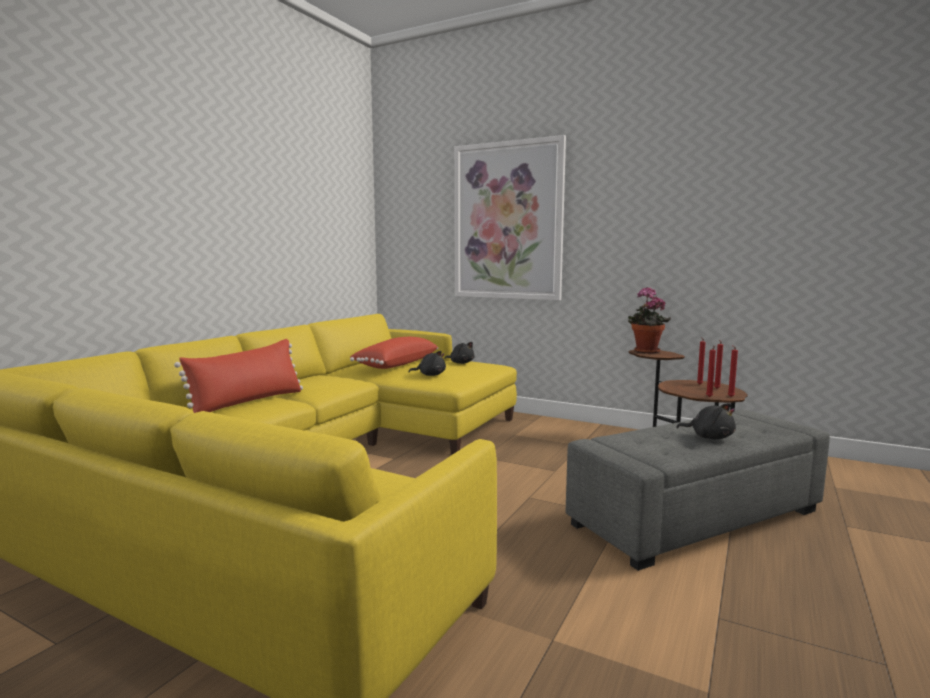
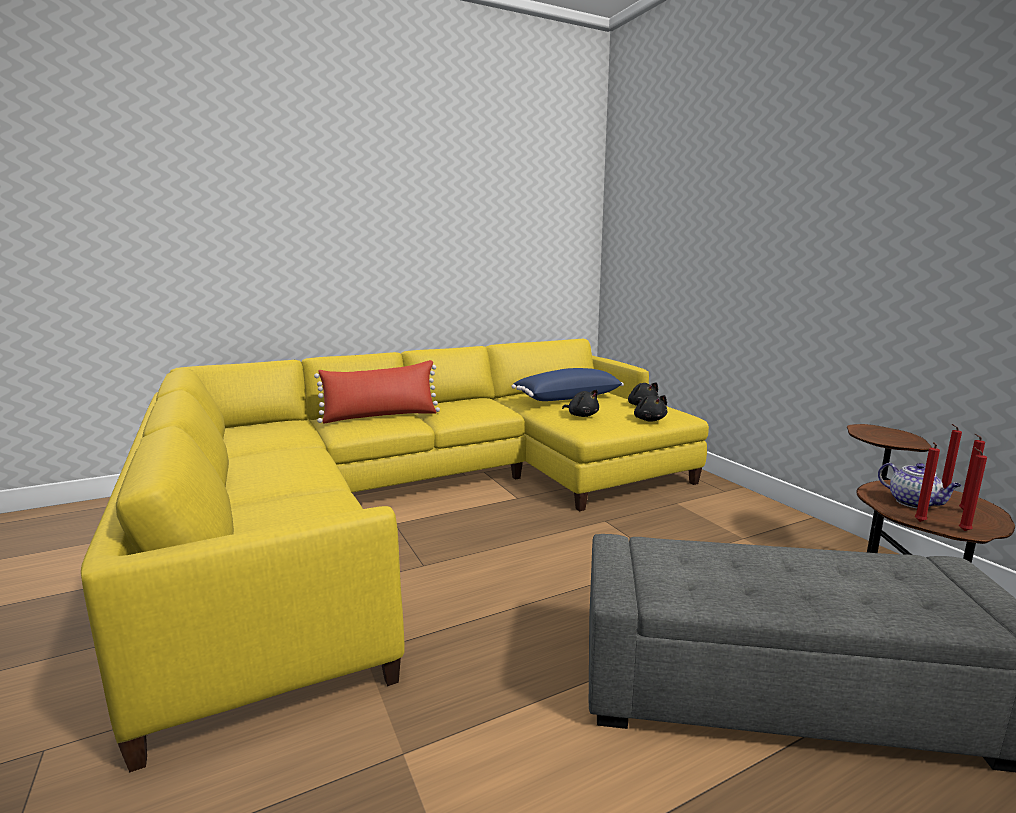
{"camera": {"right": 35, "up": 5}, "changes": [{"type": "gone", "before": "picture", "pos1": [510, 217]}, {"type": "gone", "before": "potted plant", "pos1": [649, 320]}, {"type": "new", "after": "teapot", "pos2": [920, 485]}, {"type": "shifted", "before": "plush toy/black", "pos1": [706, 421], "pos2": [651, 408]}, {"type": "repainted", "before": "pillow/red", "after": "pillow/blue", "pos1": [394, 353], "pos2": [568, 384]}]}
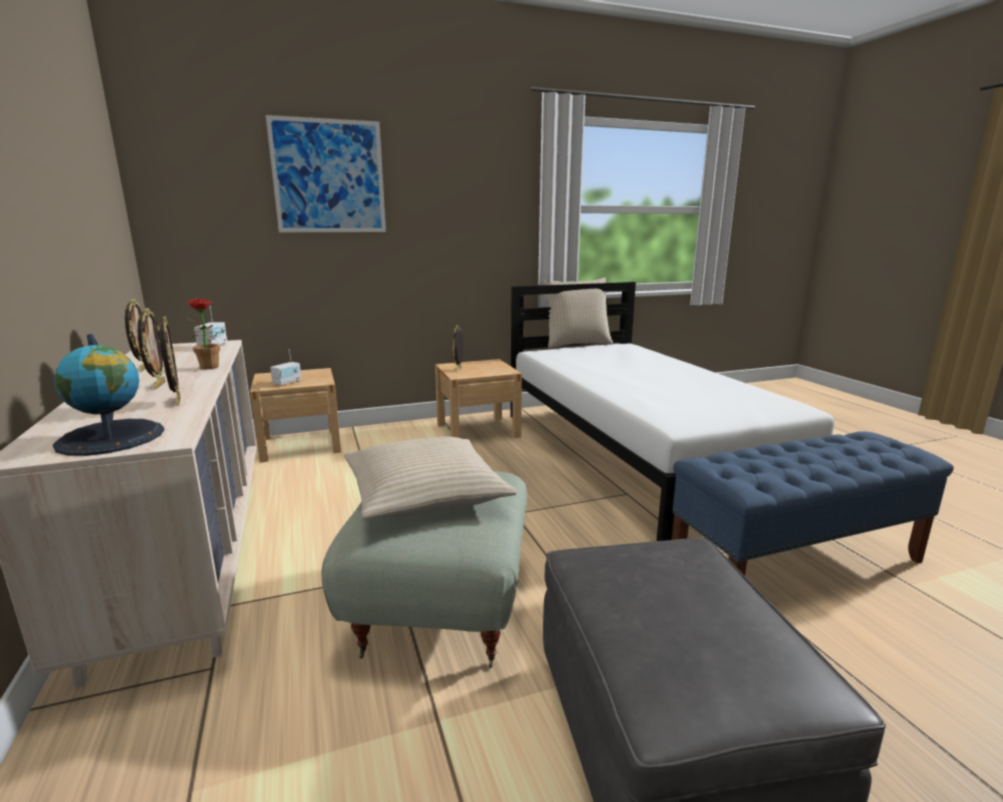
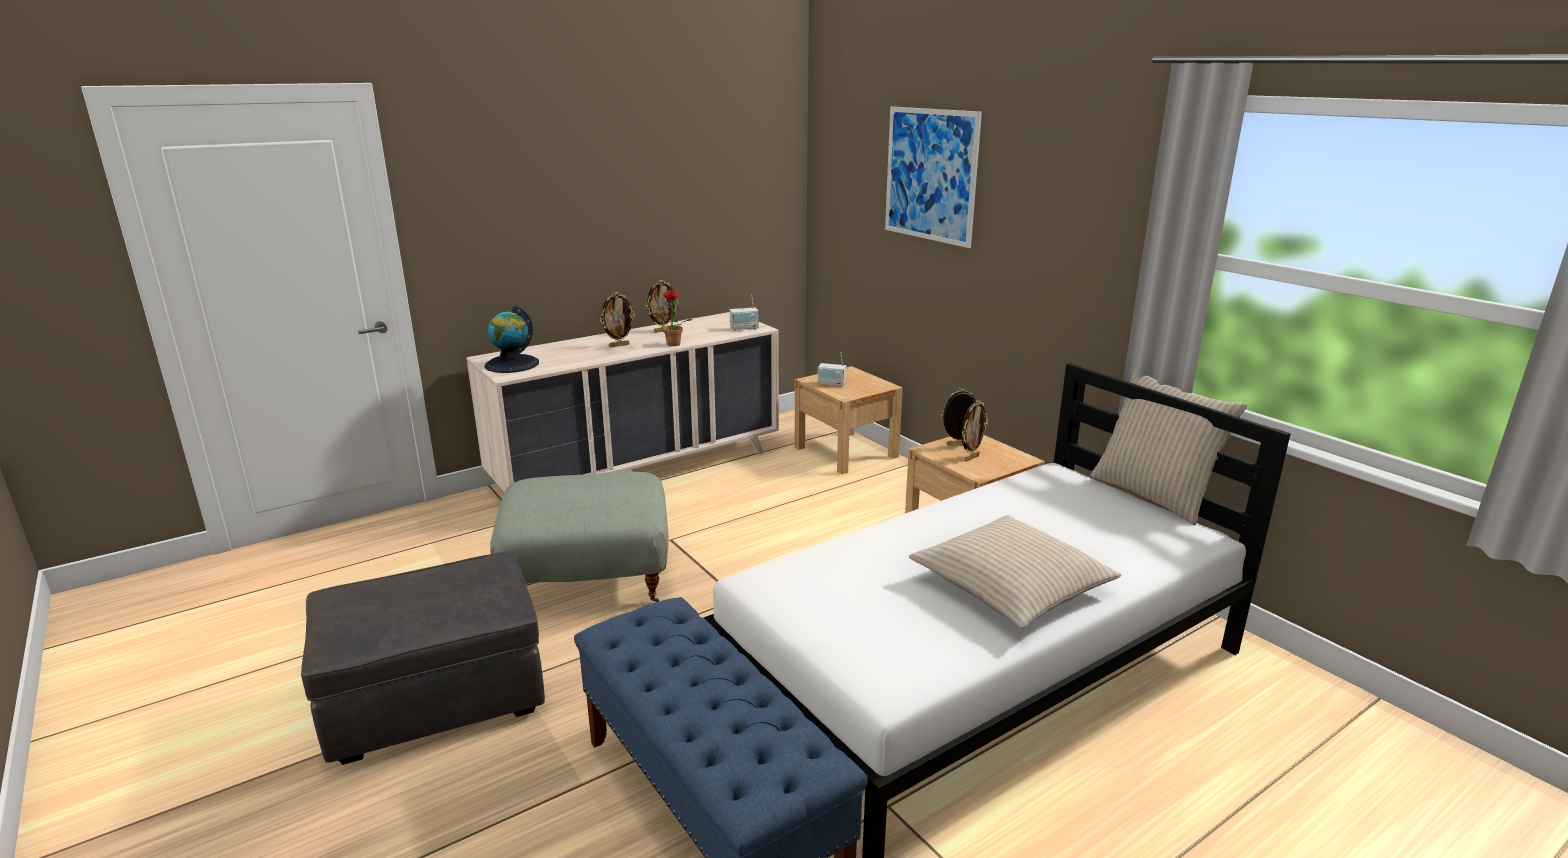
{"camera": {"right": 75, "up": 5}, "changes": [{"type": "shifted", "before": "picture frame", "pos1": [169, 361], "pos2": [975, 431]}, {"type": "shifted", "before": "pillow/beige", "pos1": [430, 477], "pos2": [1015, 572]}]}
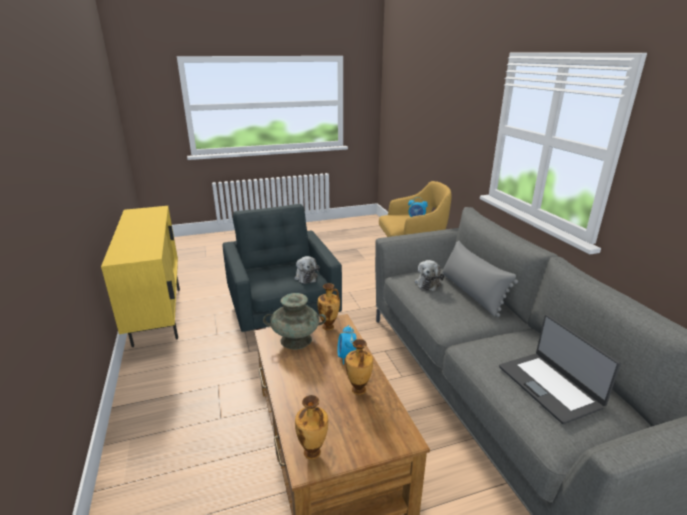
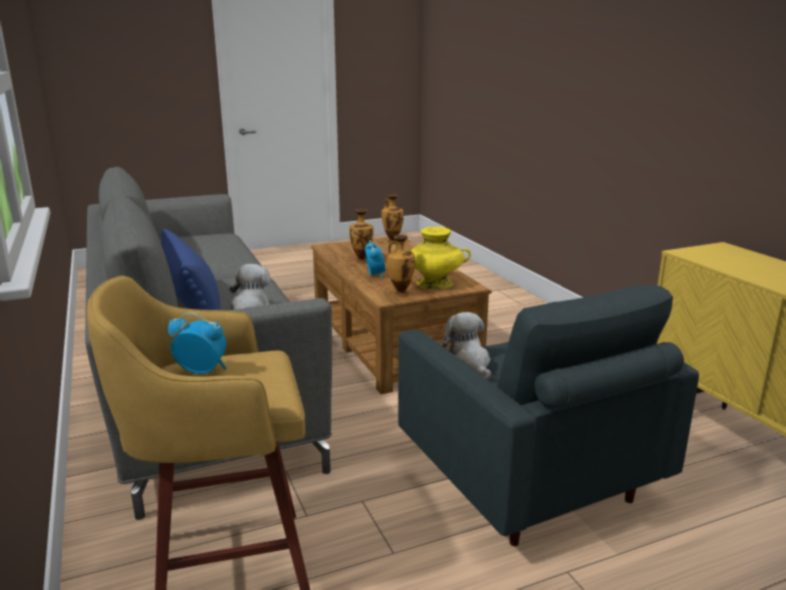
{"camera": {"right": 175, "up": -5}, "changes": [{"type": "gone", "before": "laptop", "pos1": [560, 369]}, {"type": "repainted", "before": "vase/turquoise", "after": "vase/yellow", "pos1": [294, 321], "pos2": [438, 258]}, {"type": "repainted", "before": "pillow/grey", "after": "pillow/blue", "pos1": [480, 278], "pos2": [190, 269]}]}
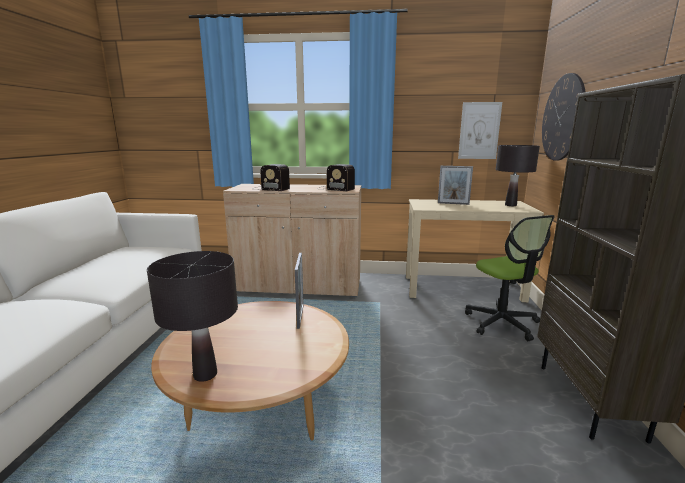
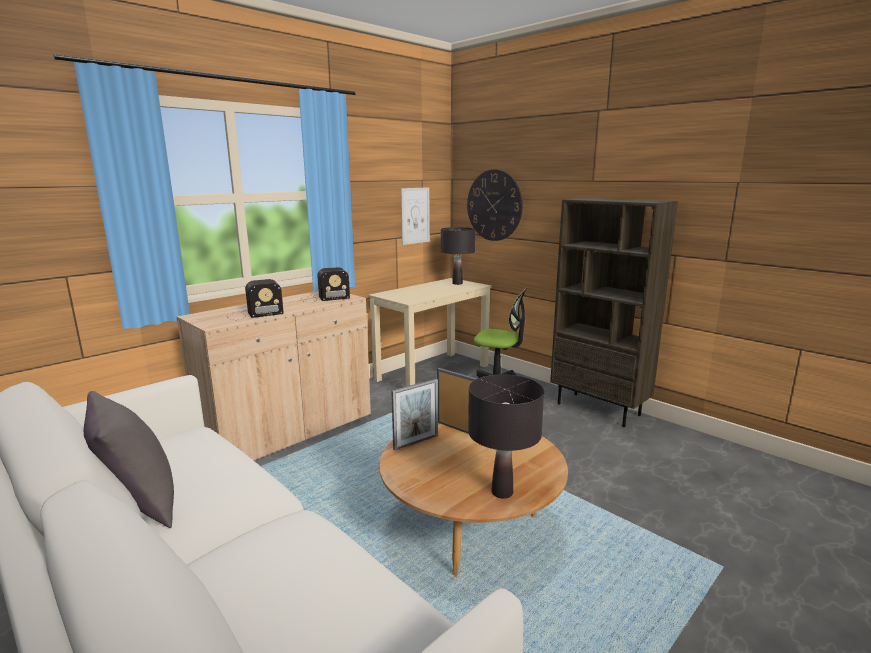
{"camera": {"right": -50, "up": 0}, "changes": [{"type": "new", "after": "pillow/grey", "pos2": [129, 459]}, {"type": "shifted", "before": "picture frame", "pos1": [455, 185], "pos2": [414, 415]}]}
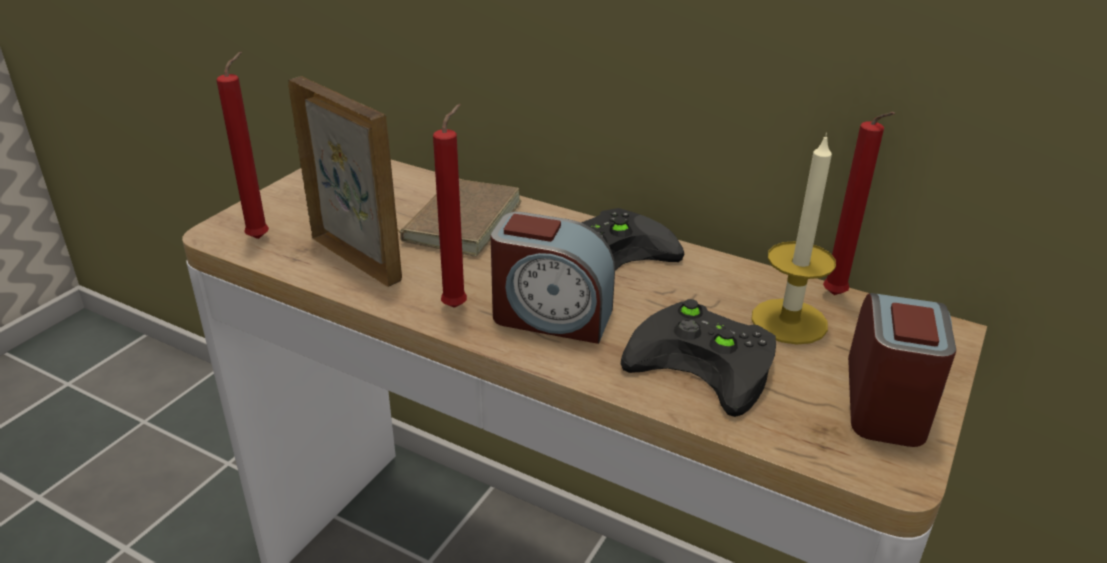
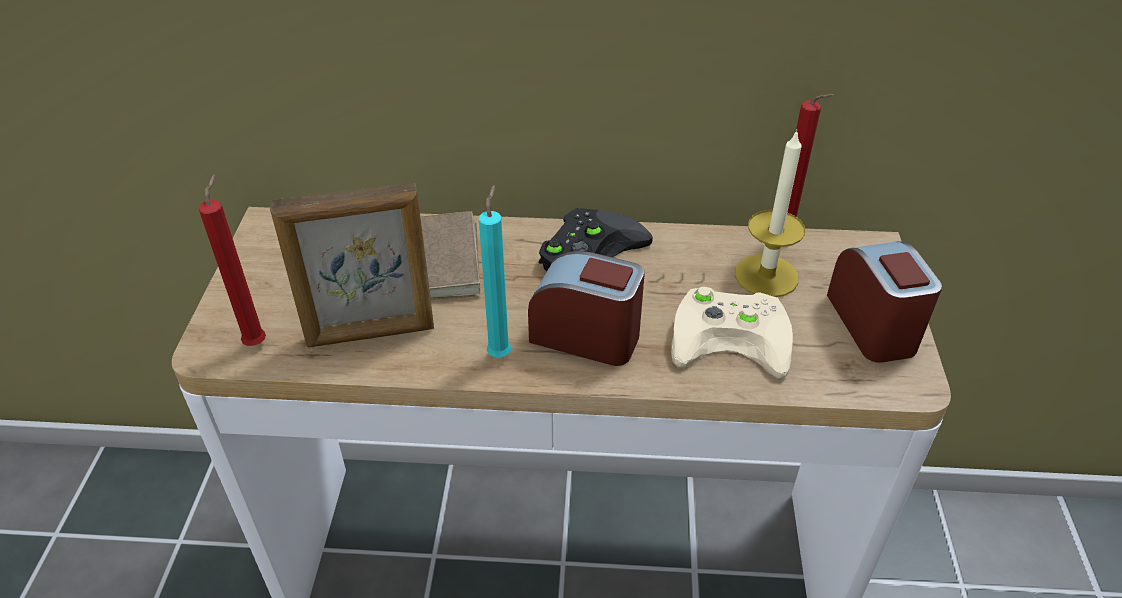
{"camera": {"right": -25, "up": 10}, "changes": [{"type": "repainted", "before": "candle/red", "after": "candle/turquoise", "pos1": [450, 206], "pos2": [495, 271]}, {"type": "repainted", "before": "game controller/black", "after": "game controller/beige", "pos1": [698, 358], "pos2": [732, 333]}, {"type": "rotated", "before": "picture frame", "pos1": [345, 181], "pos2": [352, 265], "turn": 150}, {"type": "rotated", "before": "alarm clock", "pos1": [553, 278], "pos2": [586, 308], "turn": -150}]}
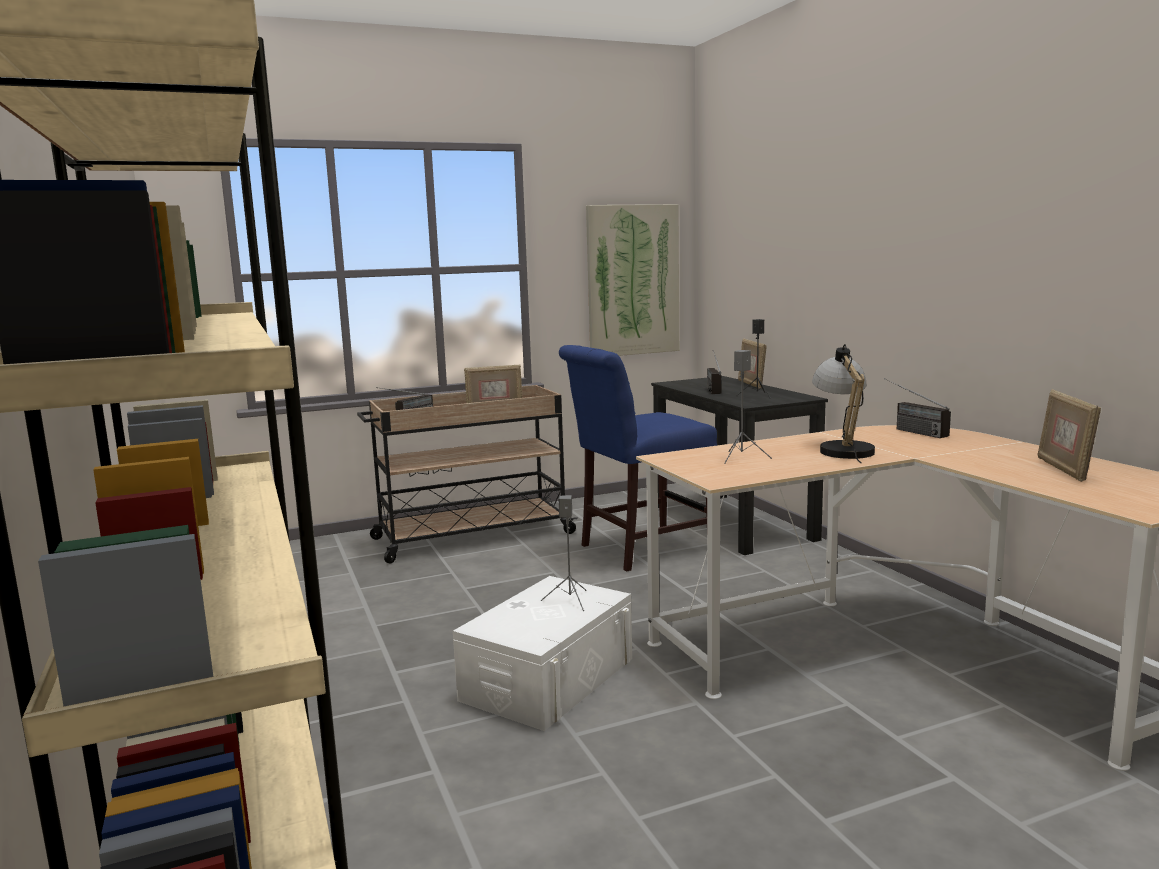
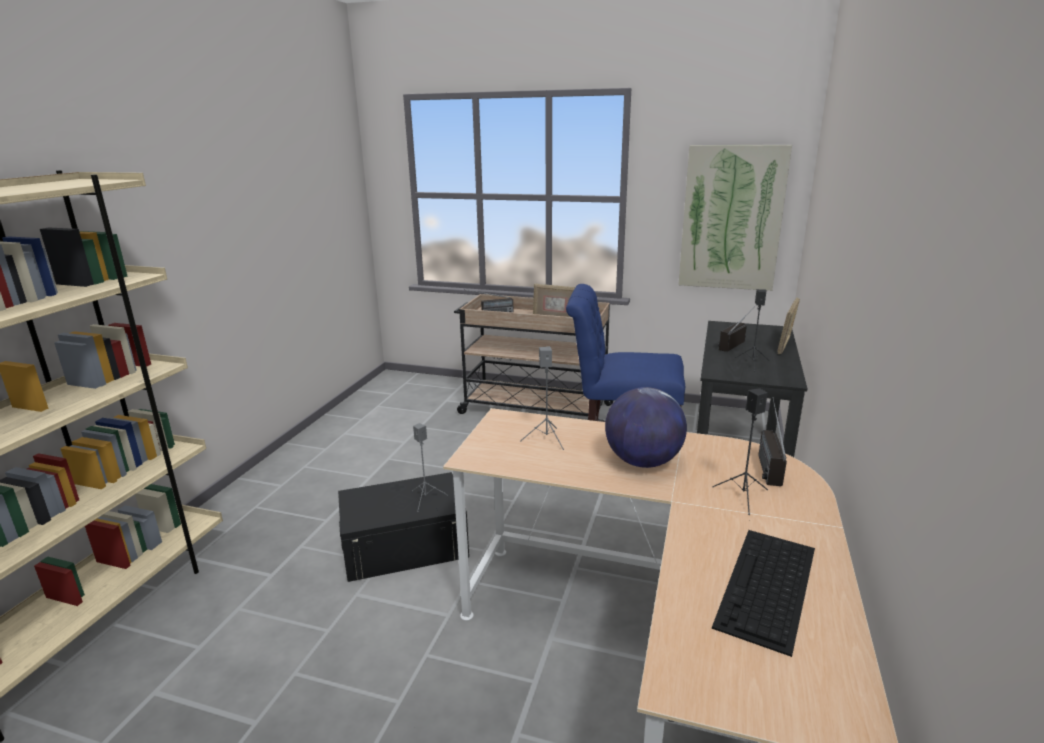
{"camera": {"right": 40, "up": 10}, "changes": [{"type": "new", "after": "speaker/black", "pos2": [740, 451]}, {"type": "swapped", "before": "table lamp", "after": "globe", "pos1": [843, 403], "pos2": [646, 427]}, {"type": "swapped", "before": "picture frame", "after": "keyboard", "pos1": [1069, 435], "pos2": [763, 593]}, {"type": "repainted", "before": "storage box/white", "after": "storage box/black", "pos1": [542, 653], "pos2": [403, 527]}]}
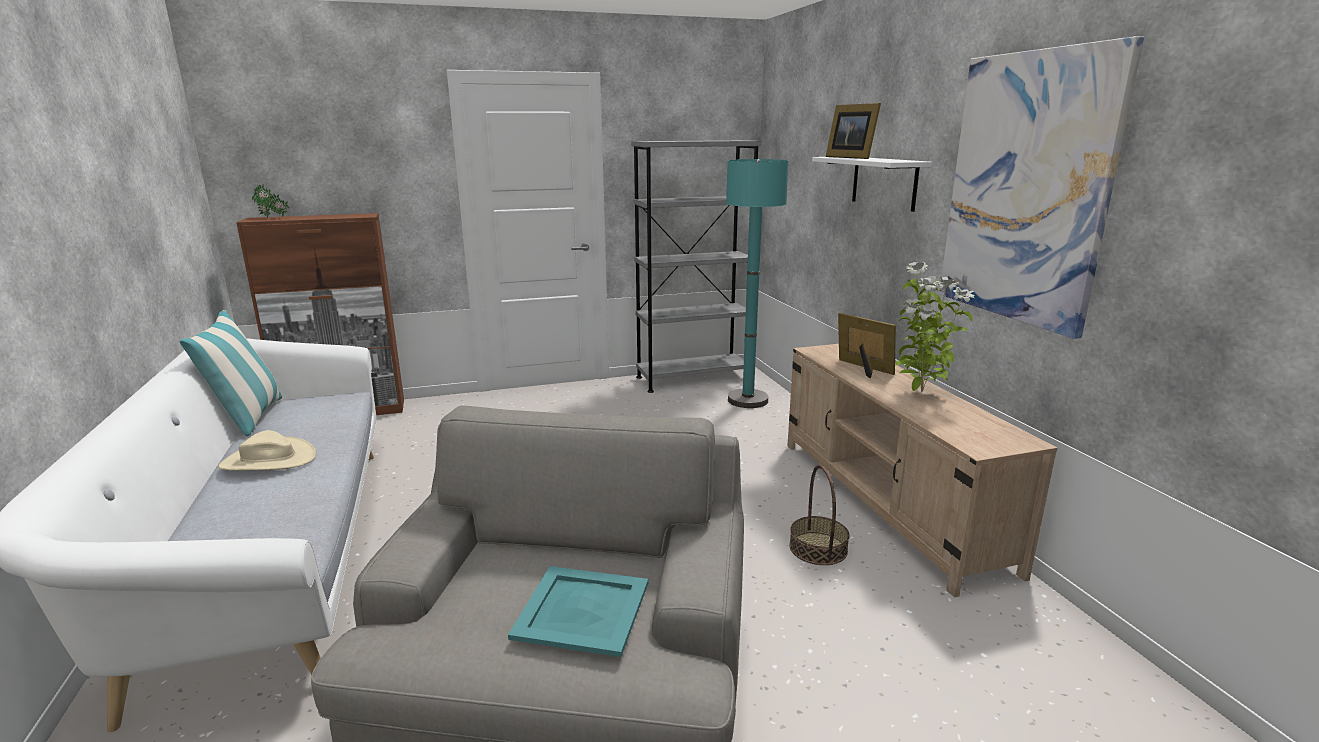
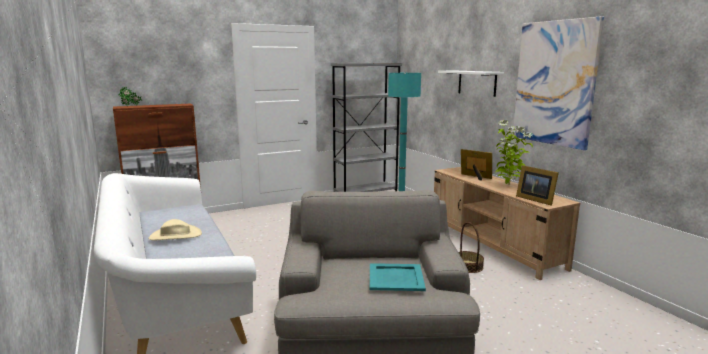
{"camera": {"right": -10, "up": -5}, "changes": [{"type": "gone", "before": "pillow", "pos1": [231, 373]}, {"type": "shifted", "before": "picture frame", "pos1": [853, 131], "pos2": [537, 185]}]}
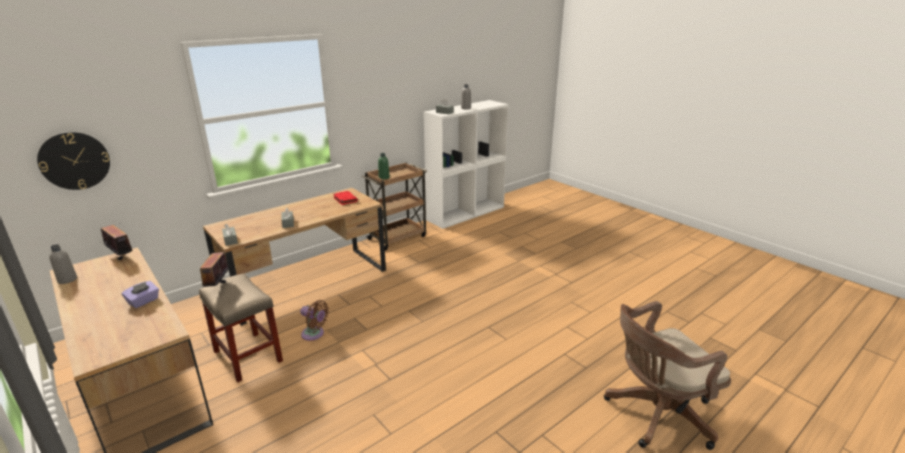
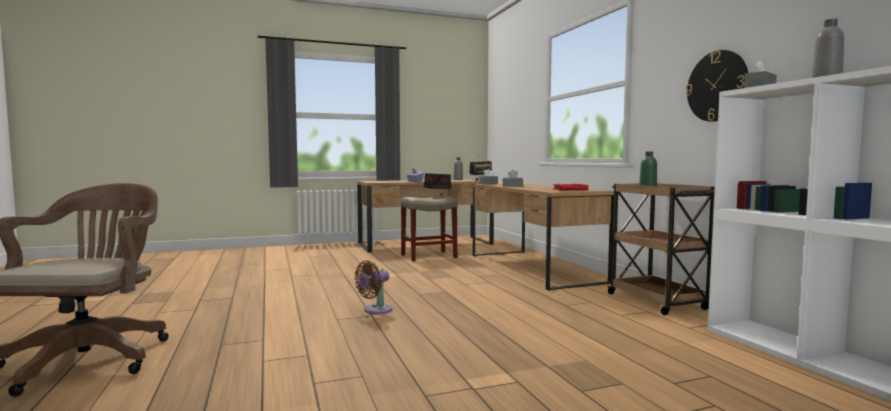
{"camera": {"right": 110, "up": -20}, "changes": [{"type": "shifted", "before": "wall clock", "pos1": [73, 161], "pos2": [717, 86]}, {"type": "shifted", "before": "fan/brown", "pos1": [314, 320], "pos2": [373, 287]}]}
